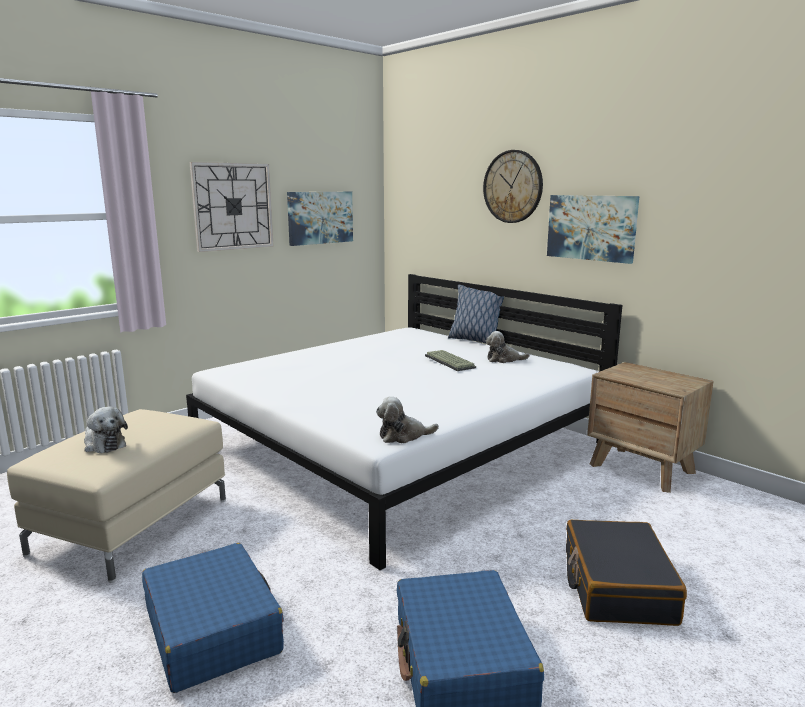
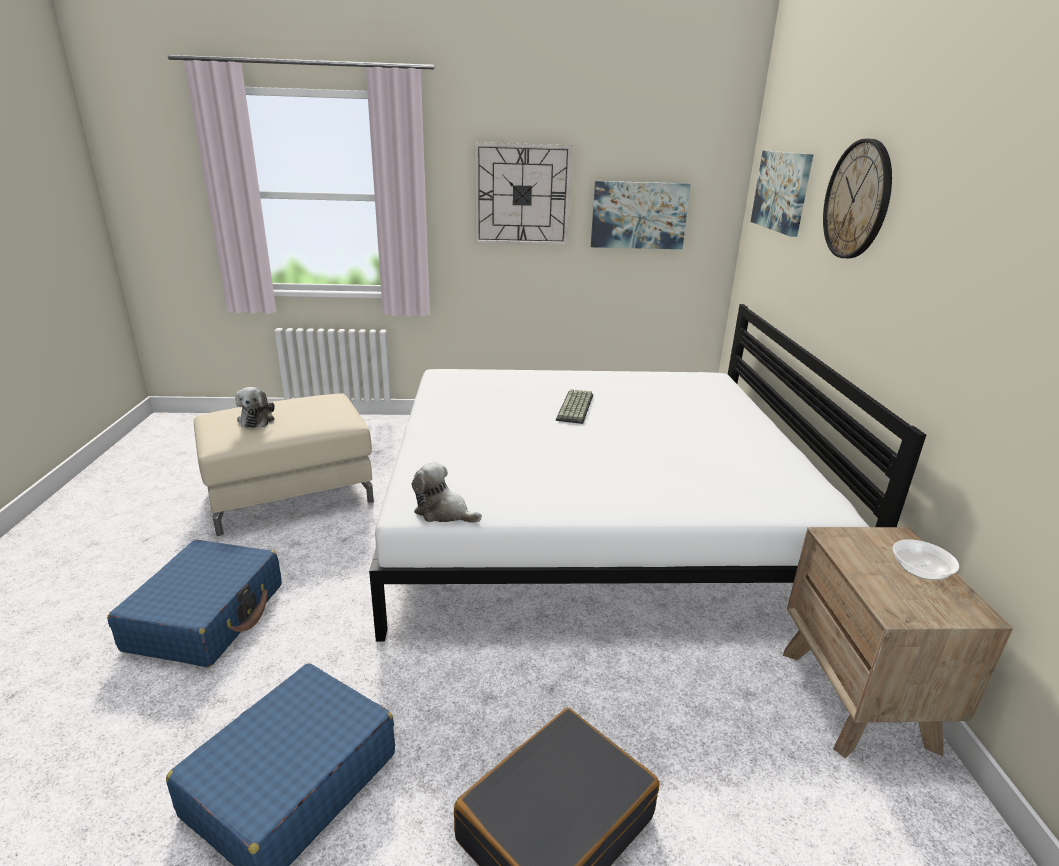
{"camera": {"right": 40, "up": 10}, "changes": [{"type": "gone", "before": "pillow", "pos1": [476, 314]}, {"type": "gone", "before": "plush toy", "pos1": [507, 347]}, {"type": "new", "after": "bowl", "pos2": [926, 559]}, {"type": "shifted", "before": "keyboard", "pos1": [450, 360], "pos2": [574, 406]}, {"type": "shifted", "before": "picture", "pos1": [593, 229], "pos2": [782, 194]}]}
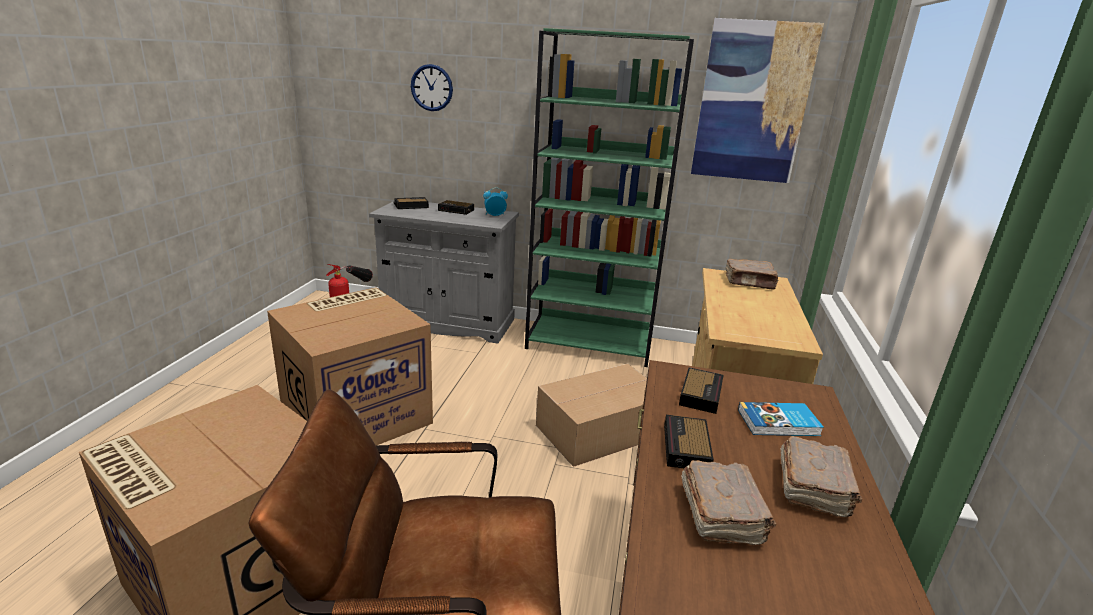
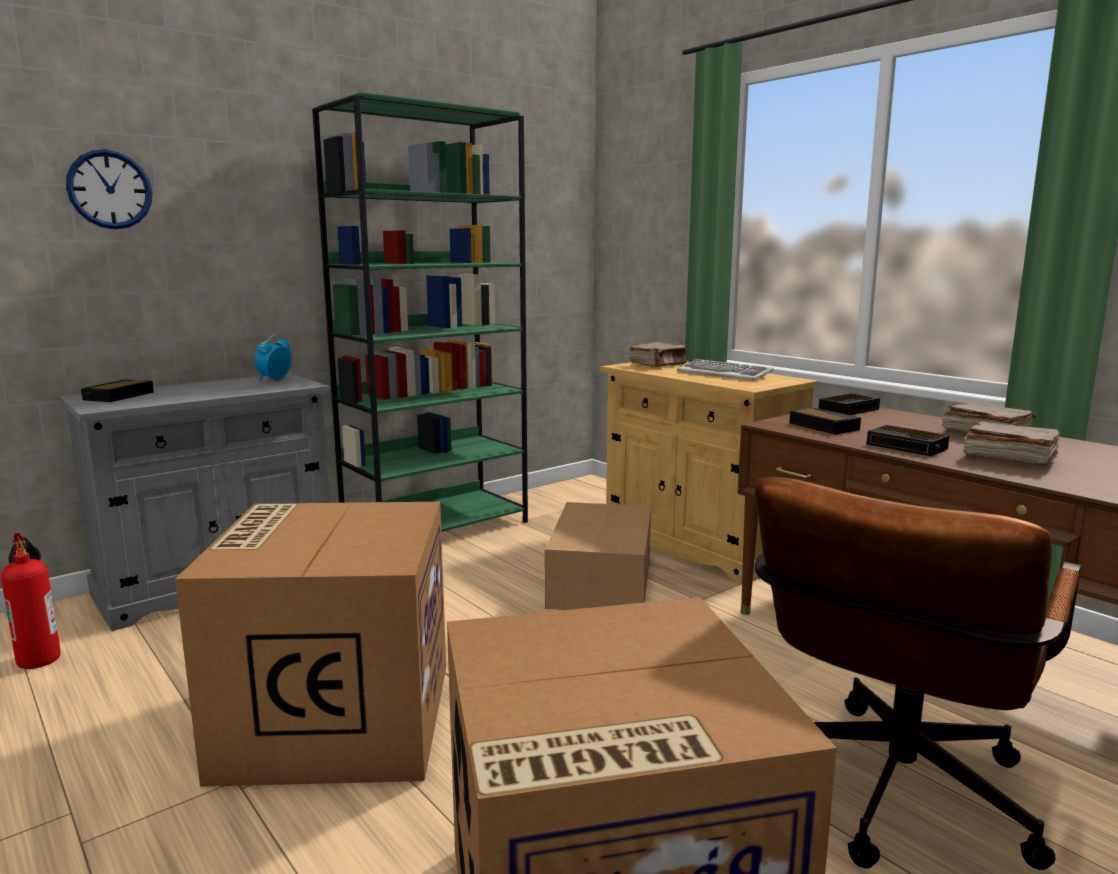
{"camera": {"right": -50, "up": -10}, "changes": [{"type": "gone", "before": "picture", "pos1": [757, 100]}, {"type": "gone", "before": "book", "pos1": [781, 419]}, {"type": "new", "after": "keyboard", "pos2": [725, 369]}, {"type": "shifted", "before": "alarm clock", "pos1": [456, 207], "pos2": [849, 404]}]}
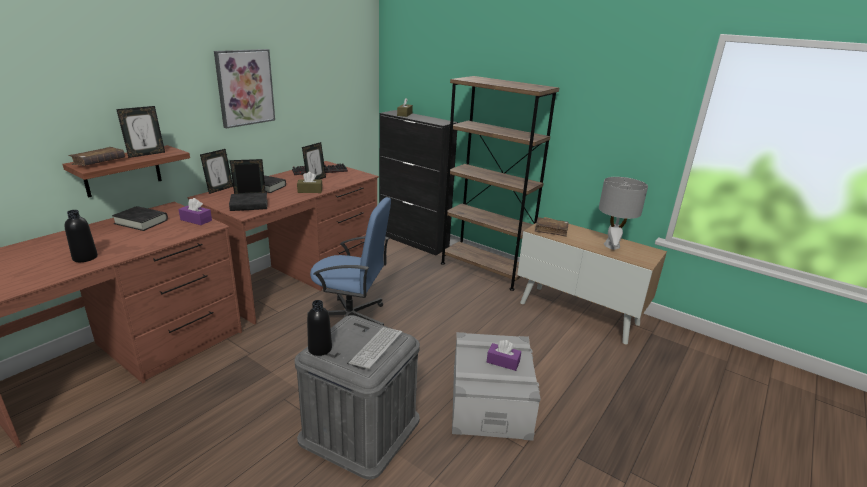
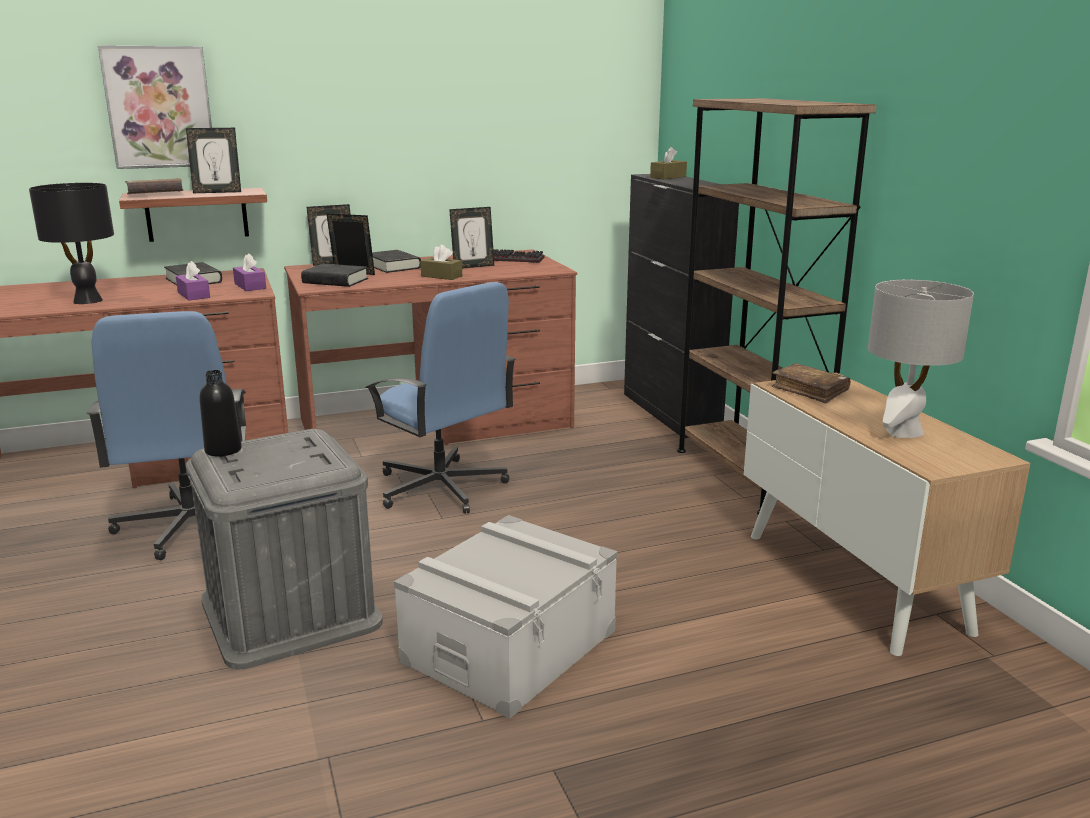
{"camera": {"right": 35, "up": -5}, "changes": [{"type": "gone", "before": "keyboard", "pos1": [375, 348]}, {"type": "new", "after": "office chair/blue", "pos2": [166, 435]}, {"type": "shifted", "before": "picture", "pos1": [244, 89], "pos2": [155, 107]}, {"type": "shifted", "before": "tissue box/purple", "pos1": [504, 355], "pos2": [193, 281]}, {"type": "swapped", "before": "bottle/black", "after": "table lamp/black", "pos1": [81, 236], "pos2": [71, 243]}]}
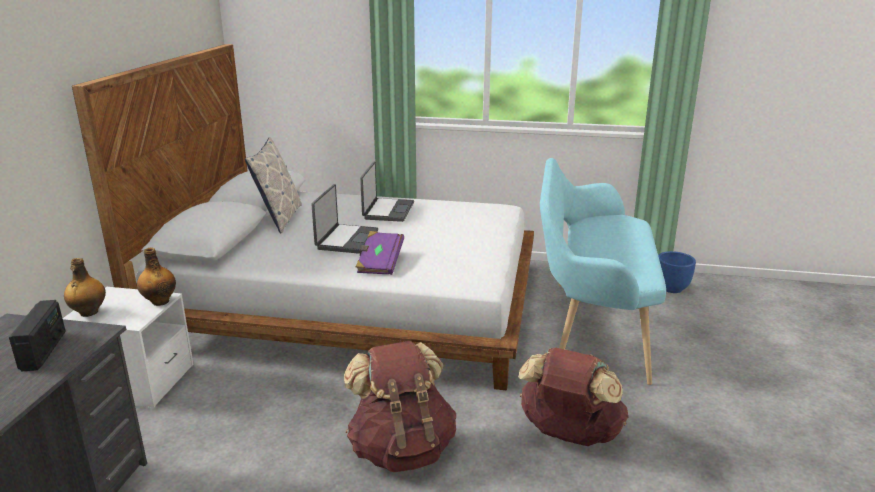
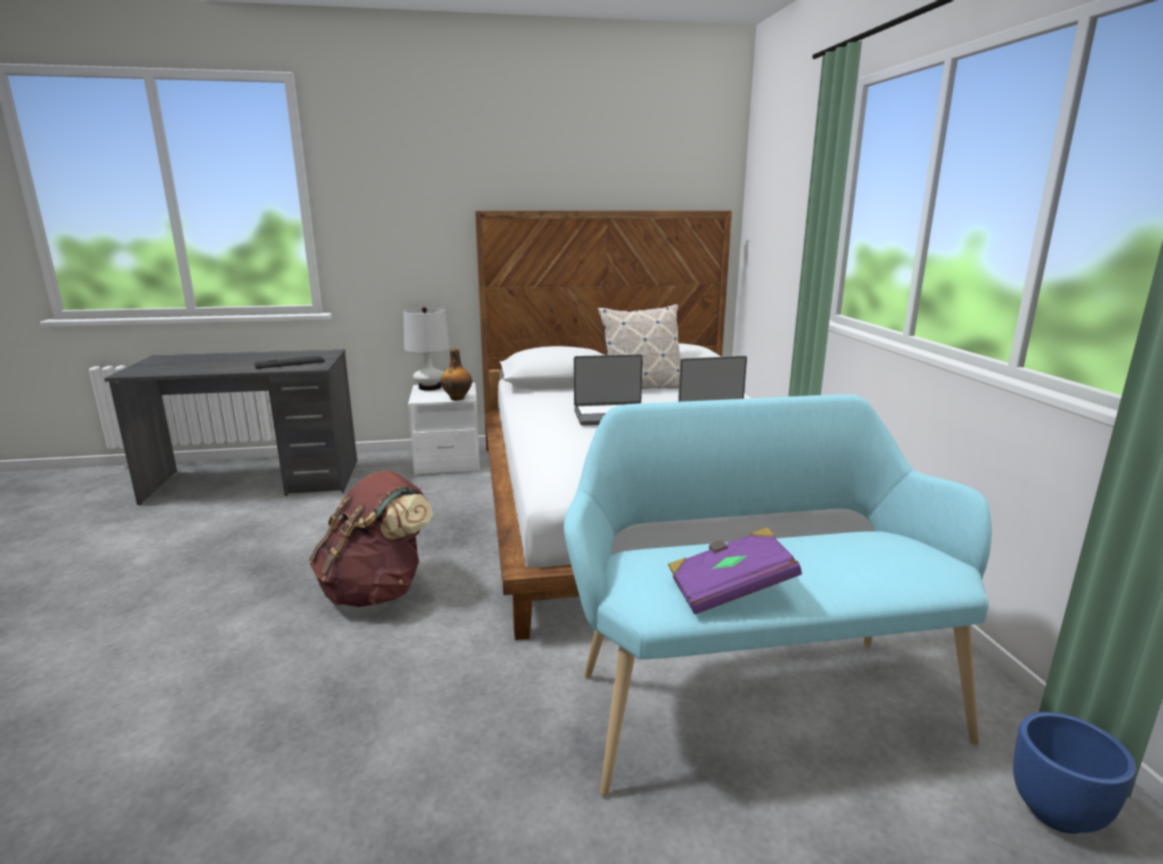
{"camera": {"right": 70, "up": -5}, "changes": [{"type": "gone", "before": "backpack/brown", "pos1": [573, 396]}, {"type": "shifted", "before": "book/purple", "pos1": [380, 253], "pos2": [735, 571]}, {"type": "swapped", "before": "radio", "after": "keyboard", "pos1": [37, 336], "pos2": [289, 362]}, {"type": "swapped", "before": "bottle", "after": "table lamp/white", "pos1": [85, 287], "pos2": [426, 349]}]}
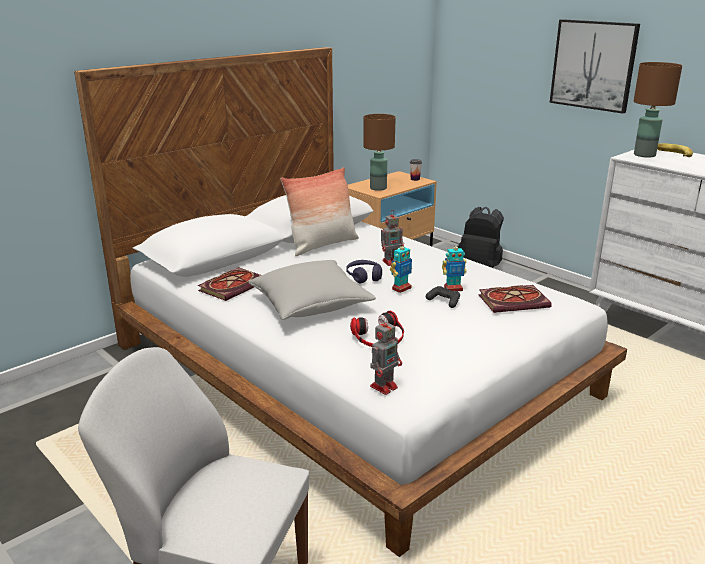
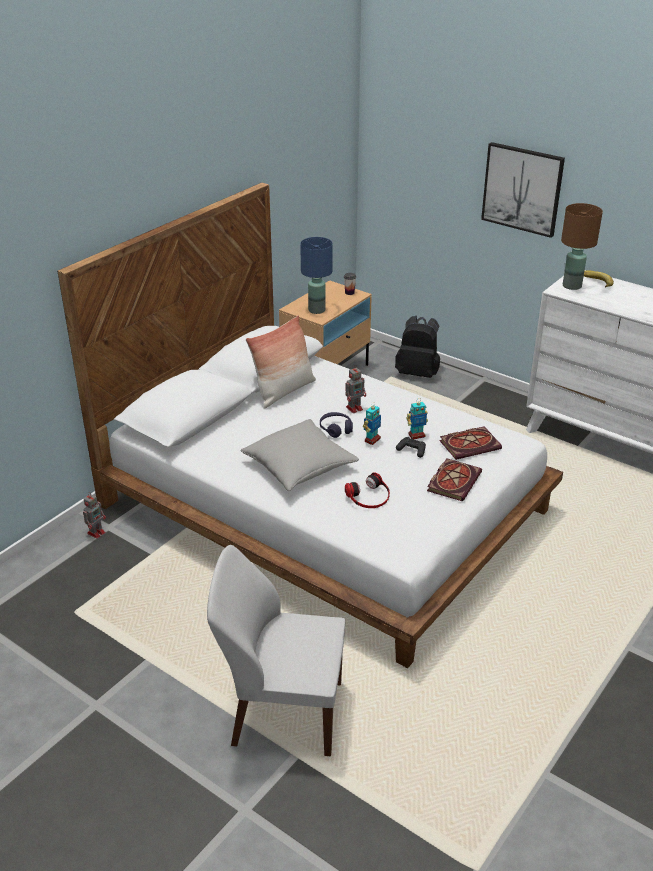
{"camera": {"right": -10, "up": 10}, "changes": [{"type": "shifted", "before": "book", "pos1": [229, 284], "pos2": [454, 479]}, {"type": "shifted", "before": "toy robot", "pos1": [386, 356], "pos2": [94, 515]}, {"type": "repainted", "before": "table lamp/brown", "after": "table lamp/blue", "pos1": [379, 152], "pos2": [316, 275]}]}
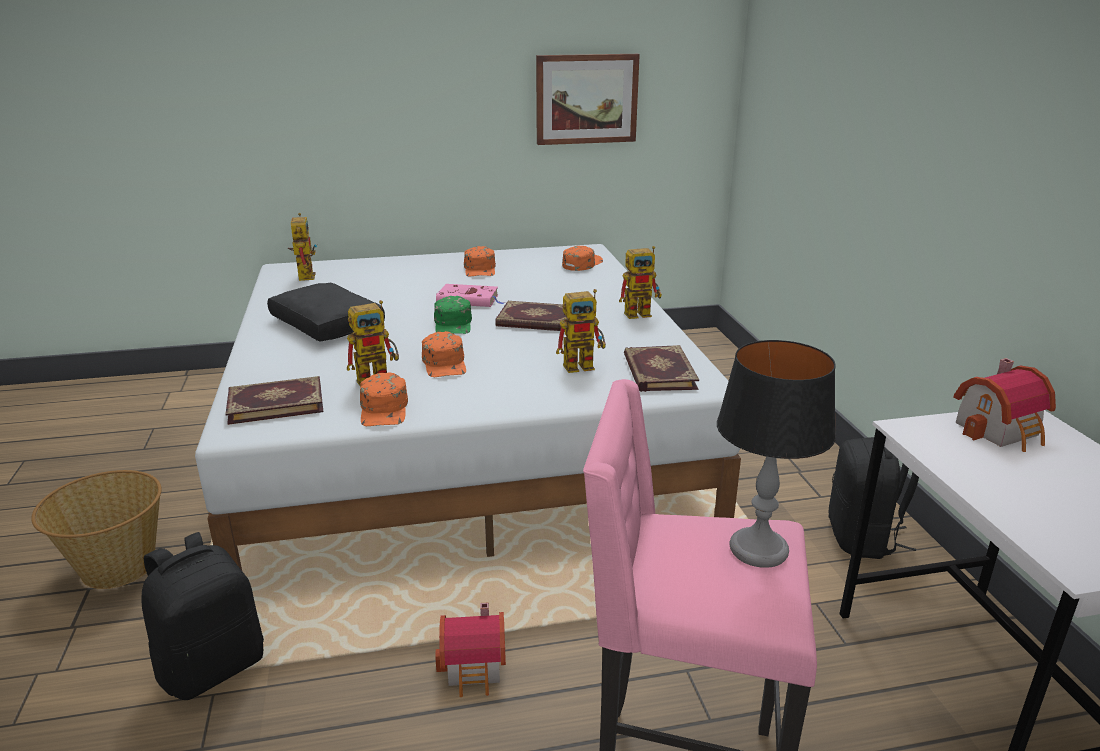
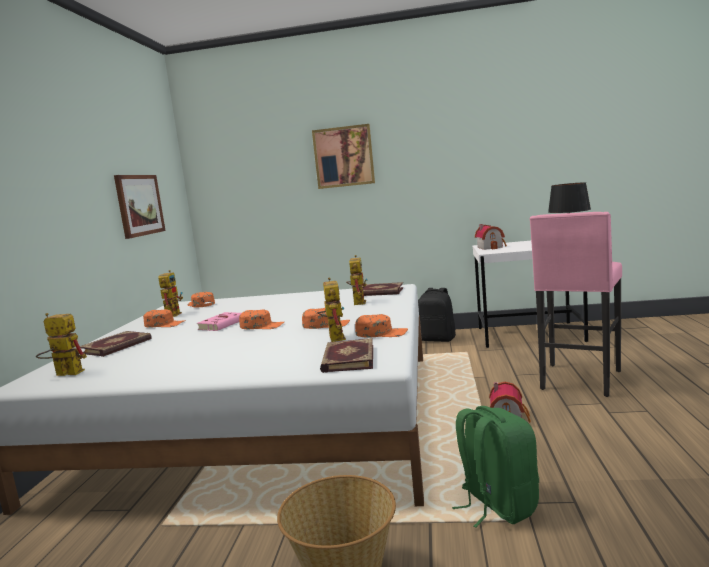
{"camera": {"right": -70, "up": -15}, "changes": [{"type": "gone", "before": "pillow/black", "pos1": [326, 312]}, {"type": "new", "after": "picture", "pos2": [343, 156]}, {"type": "shifted", "before": "book", "pos1": [531, 316], "pos2": [116, 344]}, {"type": "shifted", "before": "toy robot", "pos1": [640, 282], "pos2": [170, 293]}, {"type": "repainted", "before": "backpack/black", "after": "backpack/green", "pos1": [202, 616], "pos2": [495, 467]}, {"type": "repainted", "before": "cap/green", "after": "cap/orange", "pos1": [453, 315], "pos2": [261, 319]}]}
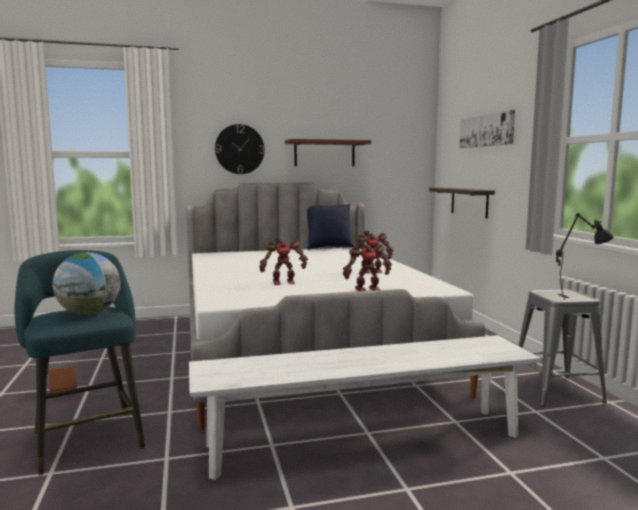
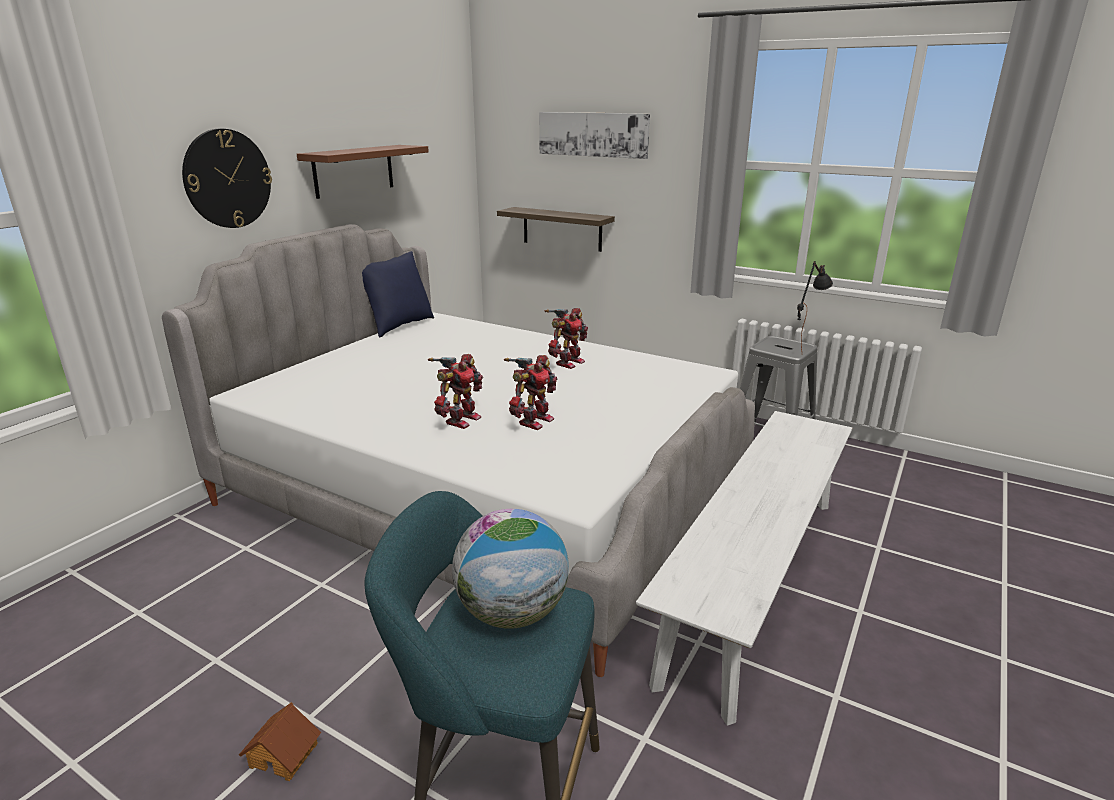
{"camera": {"right": -45, "up": 15}, "changes": [{"type": "shifted", "before": "toy robot", "pos1": [367, 266], "pos2": [455, 391]}]}
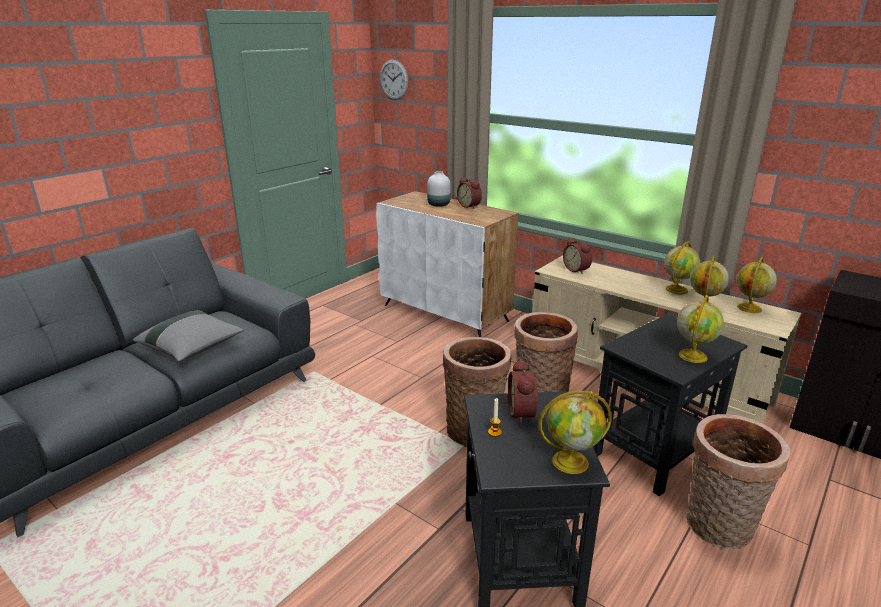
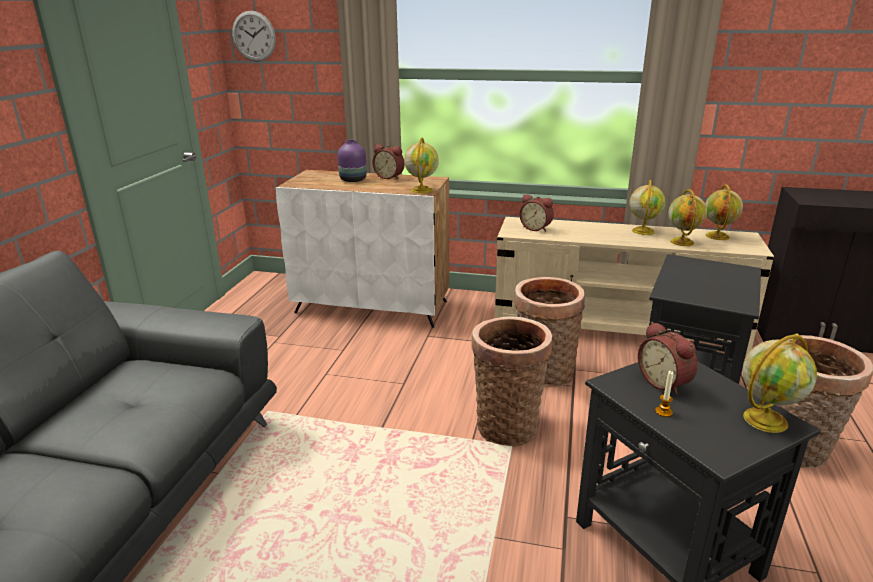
{"camera": {"right": -25, "up": 0}, "changes": [{"type": "gone", "before": "pillow/grey", "pos1": [188, 336]}, {"type": "shifted", "before": "globe", "pos1": [700, 329], "pos2": [421, 165]}, {"type": "repainted", "before": "vase/white", "after": "vase/purple", "pos1": [439, 189], "pos2": [352, 161]}]}
